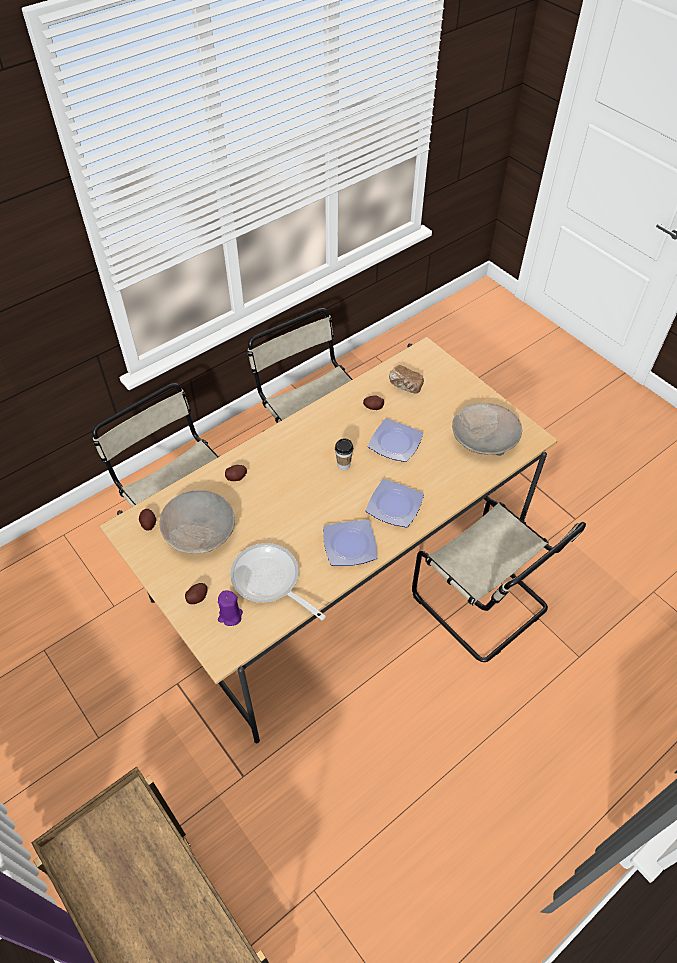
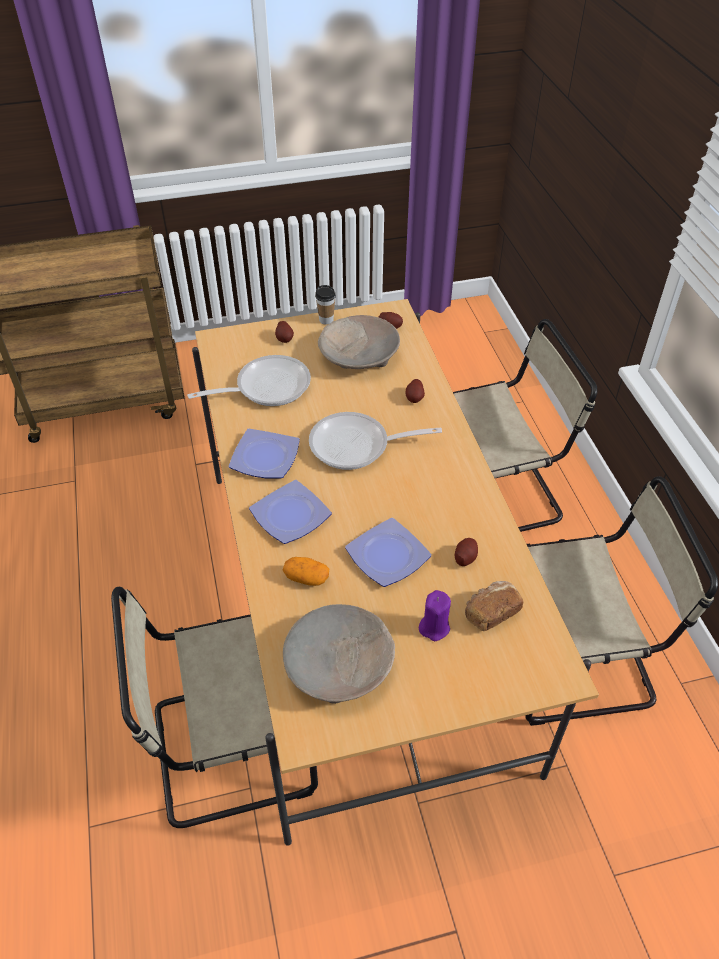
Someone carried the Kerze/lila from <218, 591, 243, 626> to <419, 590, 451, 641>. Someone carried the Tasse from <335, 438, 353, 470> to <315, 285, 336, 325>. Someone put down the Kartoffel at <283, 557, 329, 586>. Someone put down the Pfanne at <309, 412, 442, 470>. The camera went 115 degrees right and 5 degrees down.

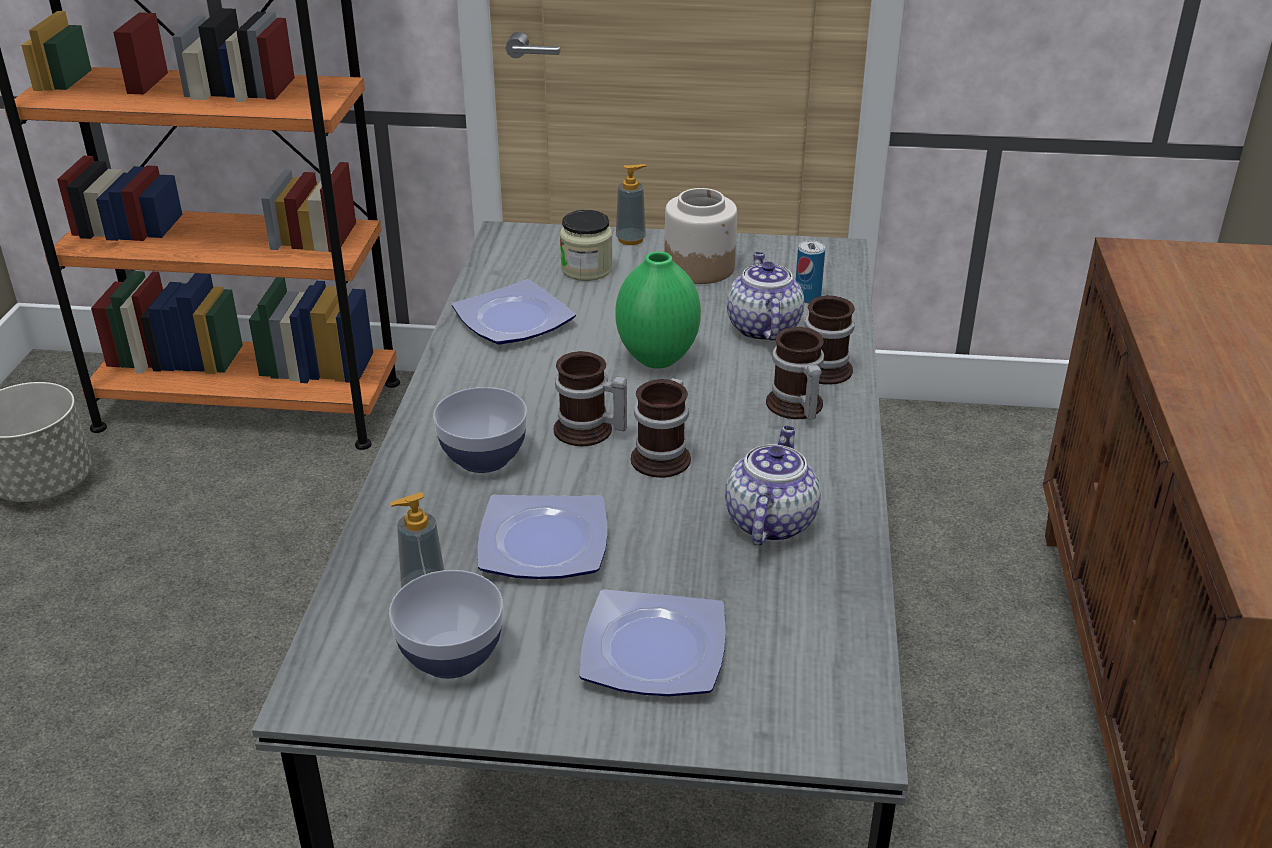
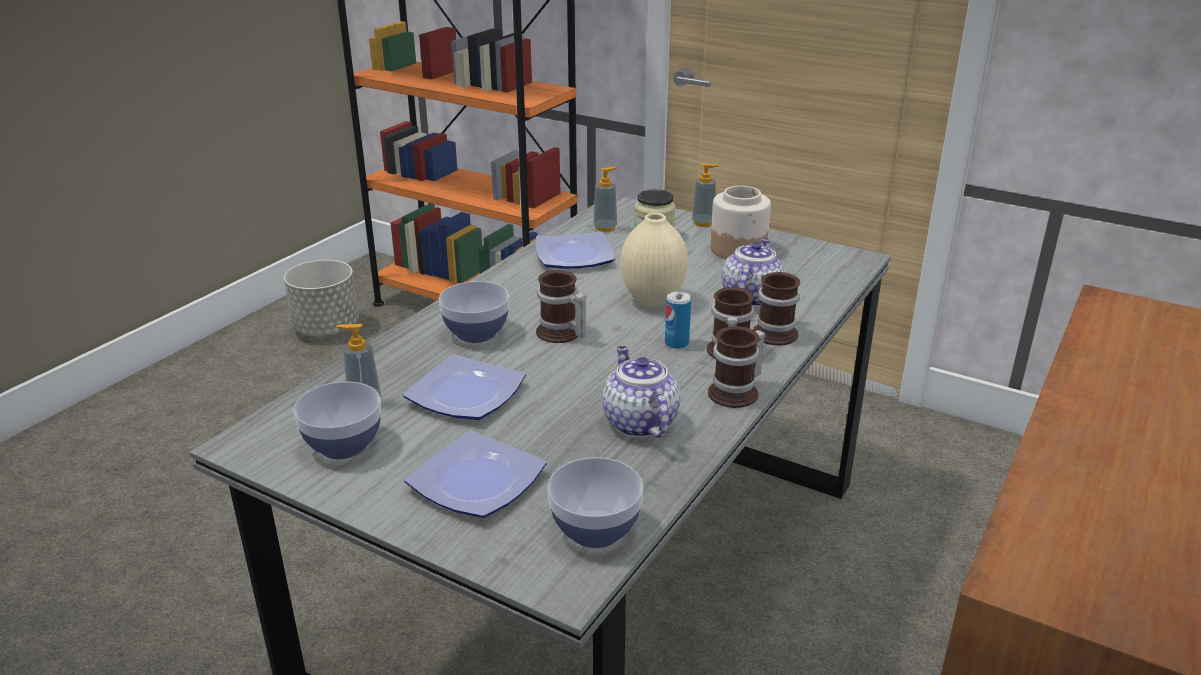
Someone repainted the Vase/grün at <615, 251, 701, 369>, which became the Vase/beige at <621, 213, 688, 307>. Someone carried the Henkelbecher from <631, 378, 691, 478> to <708, 326, 766, 408>. Someone rotated the Teekanne at <725, 426, 821, 545> by 60 degrees counterclockwise. Someone carried the Dose from <796, 240, 825, 303> to <665, 291, 691, 349>. Someone put down the Schüssel at <548, 457, 643, 548>. Someone put down the Seifenspender at <593, 167, 618, 232>. The camera went 25 degrees right and 5 degrees down.

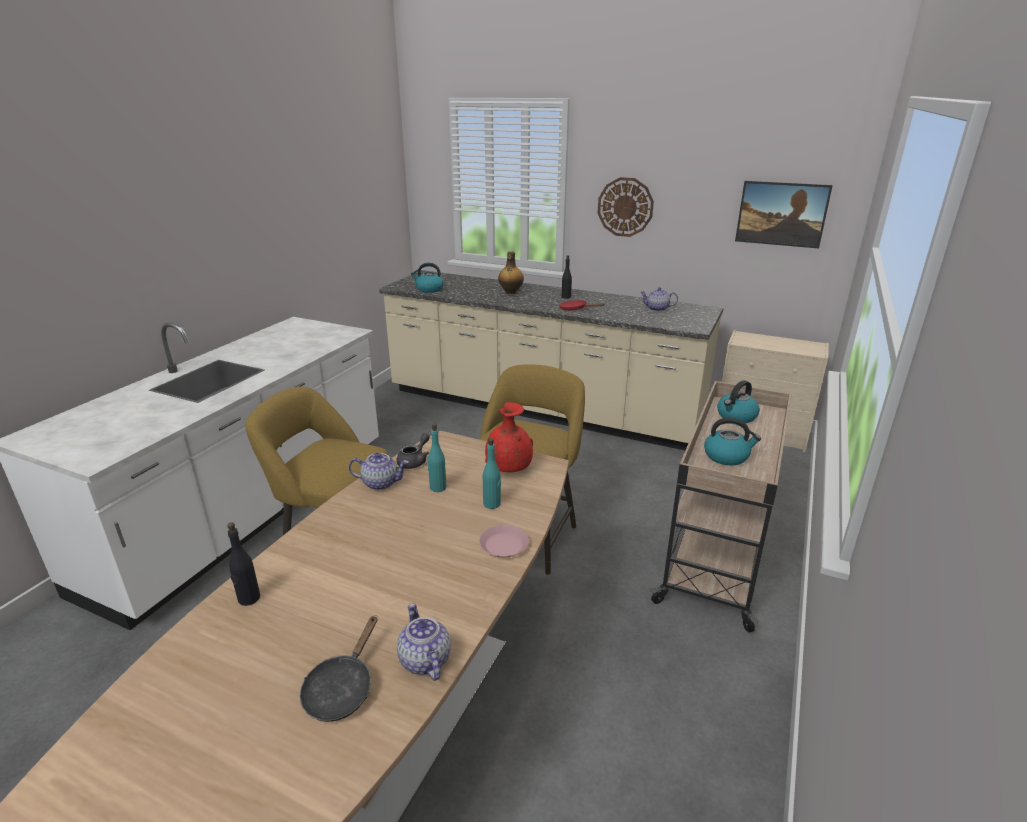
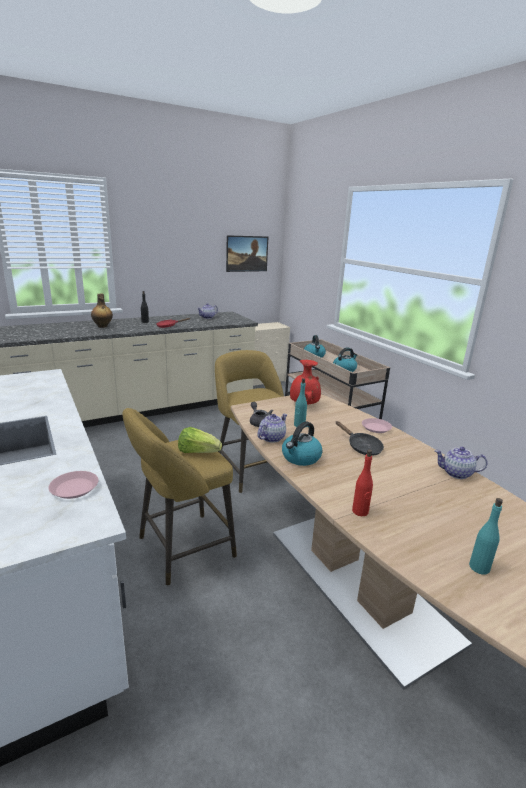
Someone repainted the Flasche/schwarz at <227, 522, 260, 606>, which became the Flasche/rot at <352, 449, 373, 516>. Someone carried the Pfanne/schwarz from <300, 615, 378, 722> to <336, 421, 384, 456>. Someone carried the Wasserkessel from <411, 263, 444, 293> to <282, 421, 323, 466>. Someone carried the Flasche/türkis from <483, 438, 501, 509> to <469, 498, 503, 575>. Someone took away the Wanduhr at <598, 177, 654, 237>. Someone put down the Teller/rosa at <49, 471, 99, 499>. Someone put down the Salatkopf at <178, 427, 222, 453>. The camera went 55 degrees left and 5 degrees down.

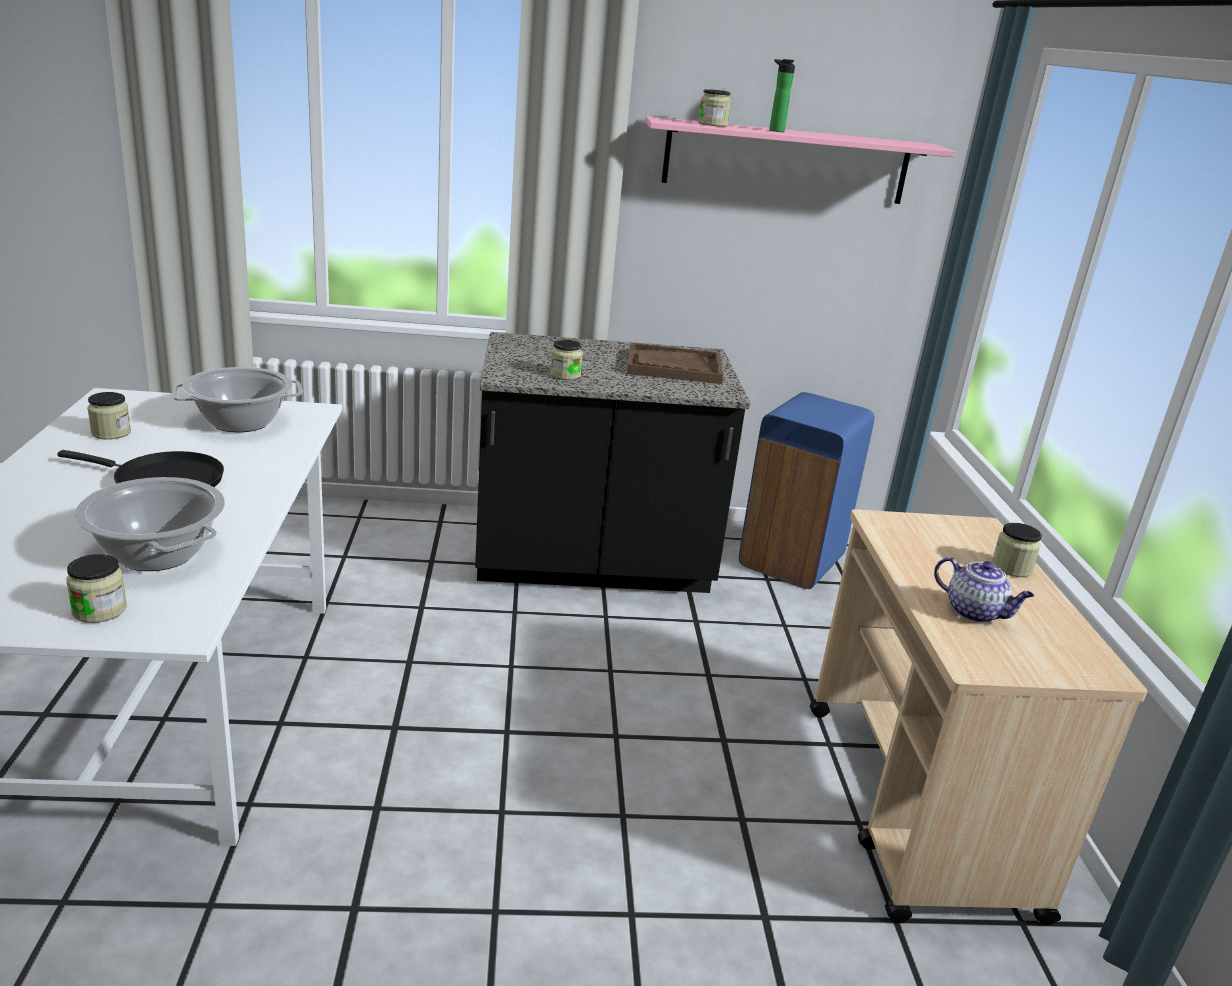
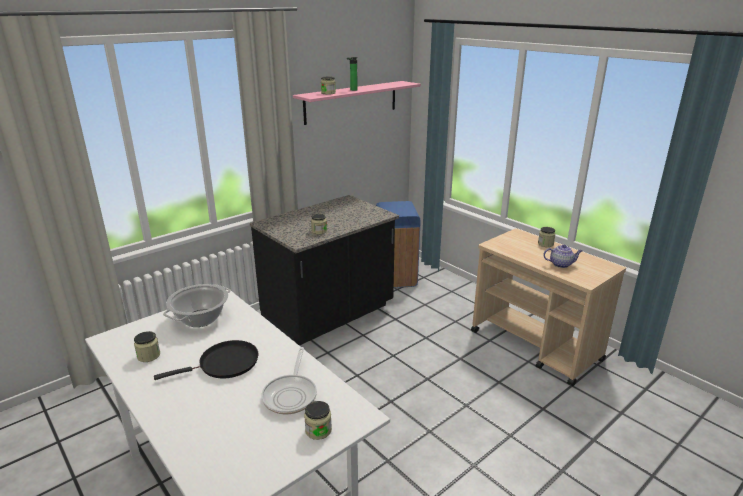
Someone swapped the Kochtopf at <74, 477, 225, 571> for the Pfanne at <261, 347, 317, 415>. Someone took away the Tablett/braun at <627, 343, 723, 384>. The camera went 35 degrees left and 0 degrees up.

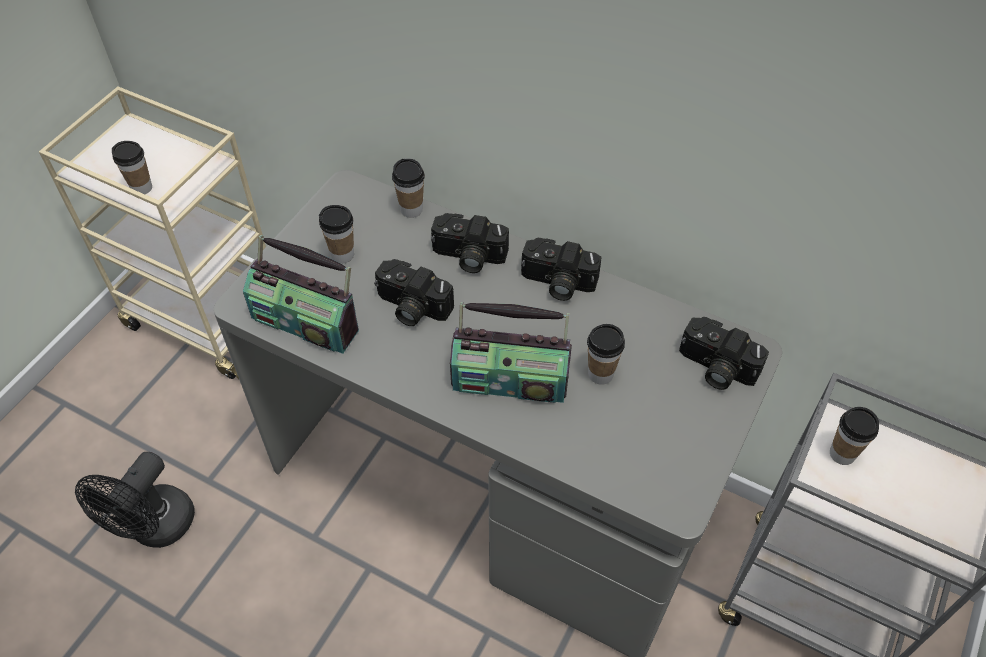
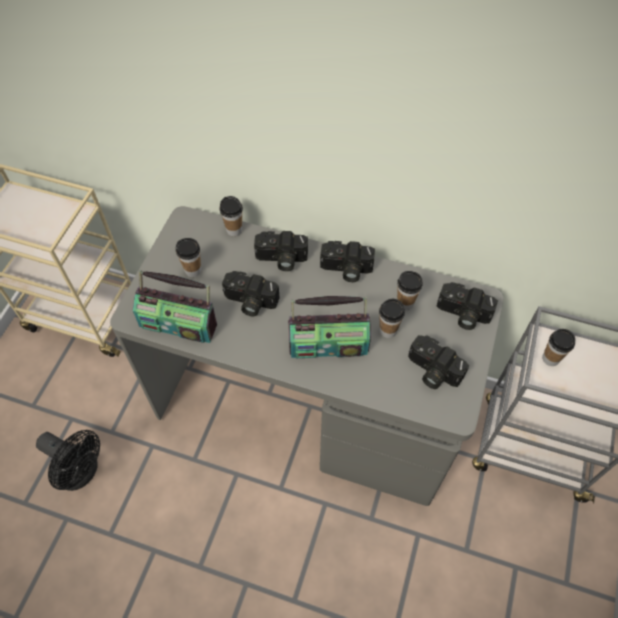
Someone rotated the Ventilator/schwarz at <75, 452, 195, 548> by 75 degrees counterclockwise. Someone carried the Tasse from <112, 141, 152, 194> to <397, 271, 423, 310>. Someone put down the Kamera at <408, 335, 469, 389>. The camera went 10 degrees left and 5 degrees up.

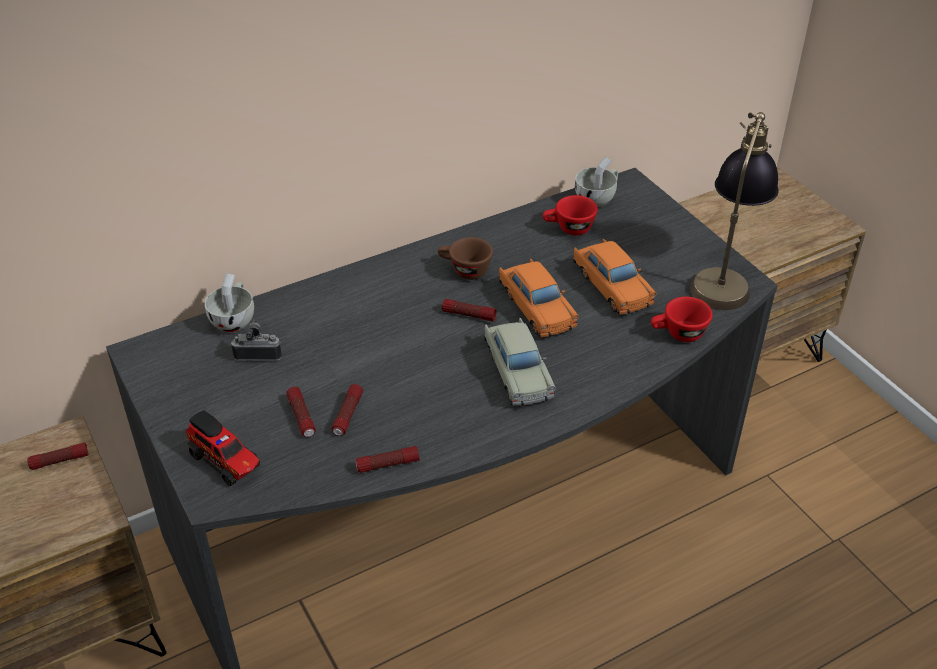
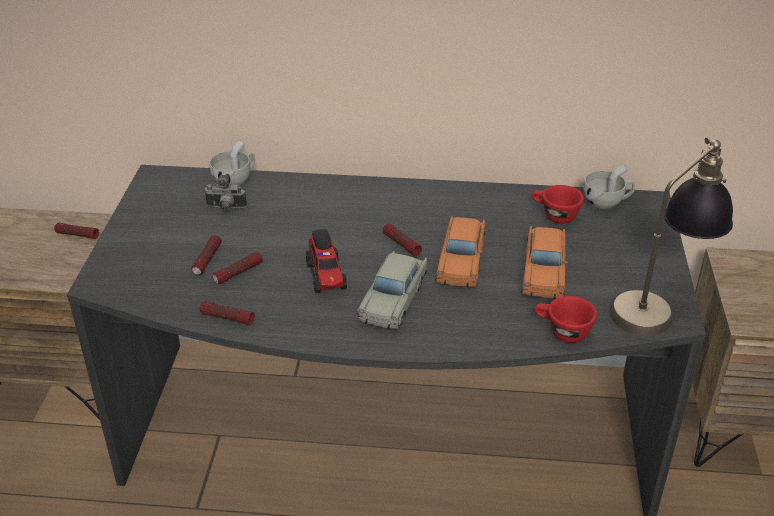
Someone carried the Spielzeuglaster from <186, 410, 260, 486> to <306, 229, 347, 293>. Someone rotated the Kamera at <231, 320, 282, 361> by 150 degrees clockwise. Someone took away the Tasse/braun at <438, 237, 493, 280>. The camera went 35 degrees right and 5 degrees down.

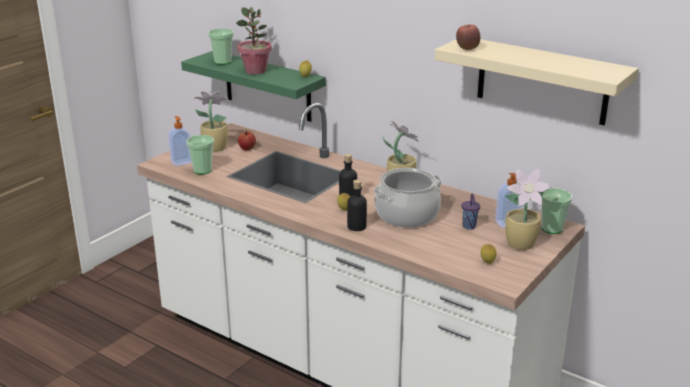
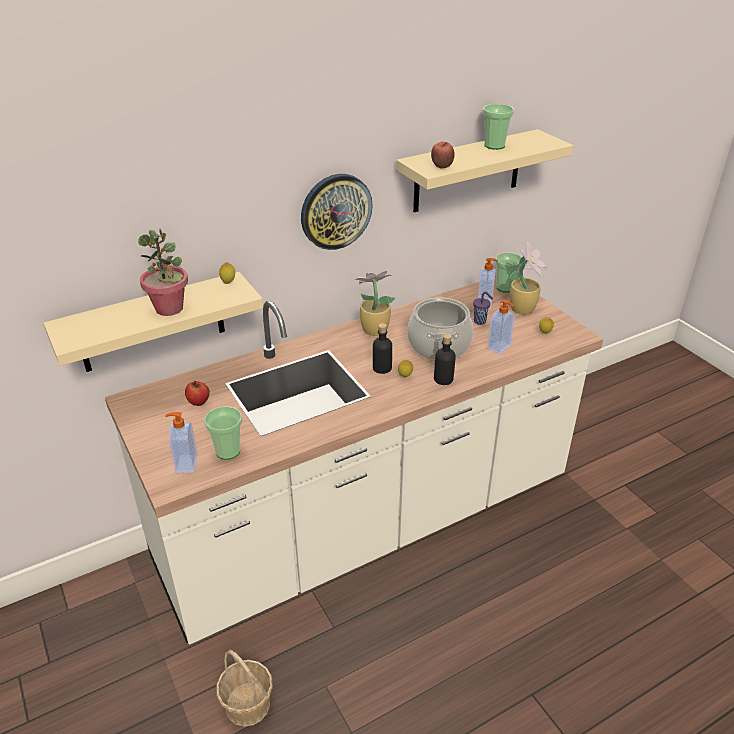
Someone repainted the Wandregal/grün at <181, 51, 326, 122>, which became the Wandregal/beige at <44, 272, 263, 372>. Someone took away the Topfpflanze at <194, 91, 229, 152>. Someone carried the Tasse from <208, 28, 234, 65> to <483, 104, 514, 150>. Someone put down the Korb at <216, 650, 273, 727>. Someone put up the Wanduhr at <301, 174, 373, 250>. Someone put down the Seifenspender at <487, 300, 515, 354>. The camera went 65 degrees left and 10 degrees up.

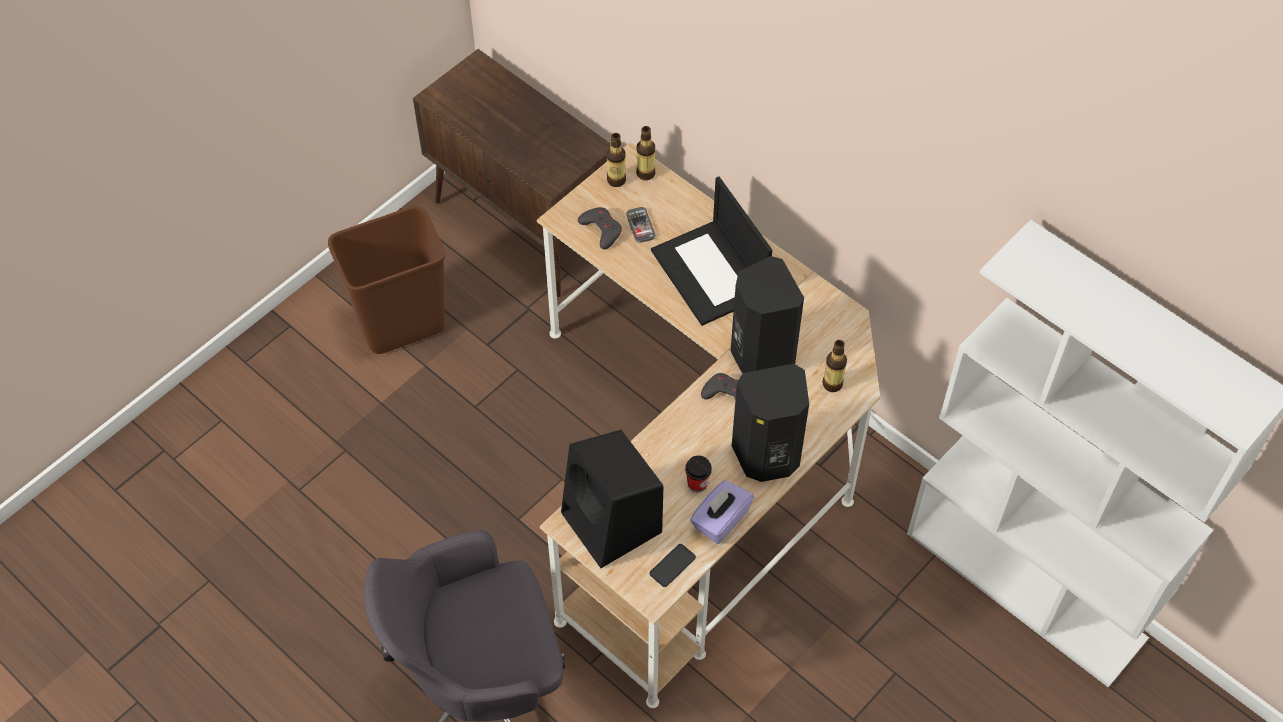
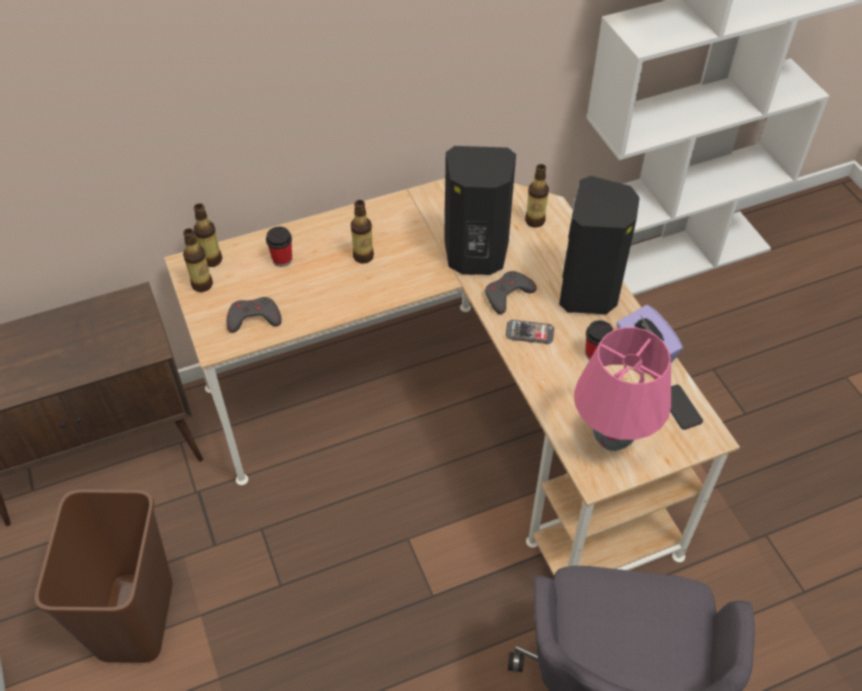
Someone swapped the Lautsprecher/schwarz at <561, 430, 663, 568> for the Tischlampe/rosa at <574, 327, 671, 451>. Someone carried the Handy from <626, 207, 656, 243> to <506, 320, 554, 344>. Someone swapped the Laptop at <651, 177, 772, 326> for the Flasche at <351, 200, 374, 264>. Someone put down the Tasse at <266, 227, 292, 267>. The camera went 65 degrees left and 5 degrees down.

